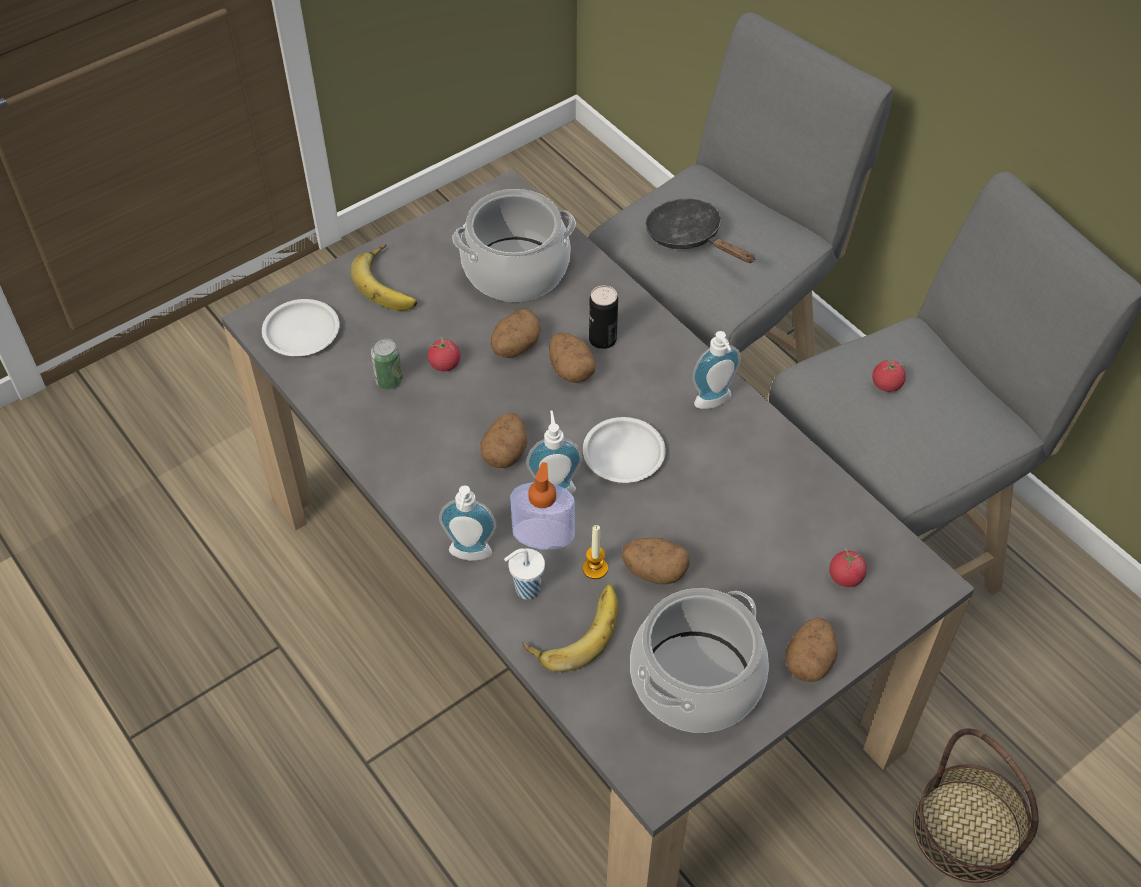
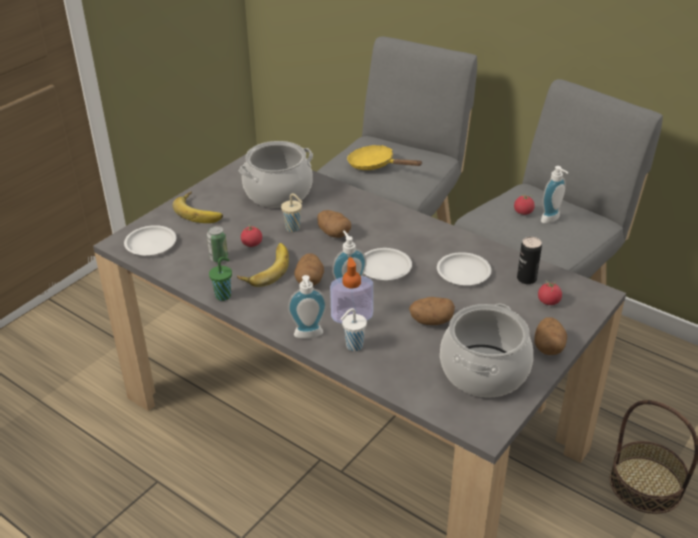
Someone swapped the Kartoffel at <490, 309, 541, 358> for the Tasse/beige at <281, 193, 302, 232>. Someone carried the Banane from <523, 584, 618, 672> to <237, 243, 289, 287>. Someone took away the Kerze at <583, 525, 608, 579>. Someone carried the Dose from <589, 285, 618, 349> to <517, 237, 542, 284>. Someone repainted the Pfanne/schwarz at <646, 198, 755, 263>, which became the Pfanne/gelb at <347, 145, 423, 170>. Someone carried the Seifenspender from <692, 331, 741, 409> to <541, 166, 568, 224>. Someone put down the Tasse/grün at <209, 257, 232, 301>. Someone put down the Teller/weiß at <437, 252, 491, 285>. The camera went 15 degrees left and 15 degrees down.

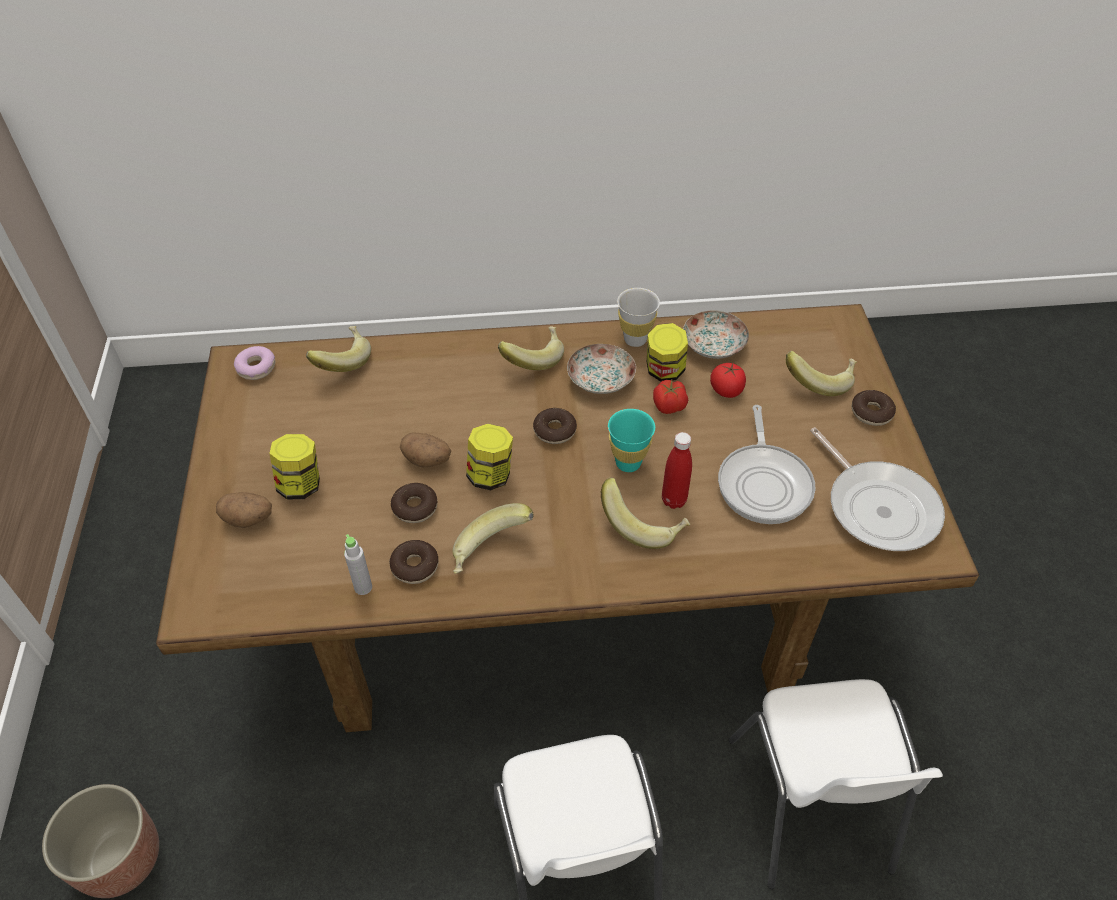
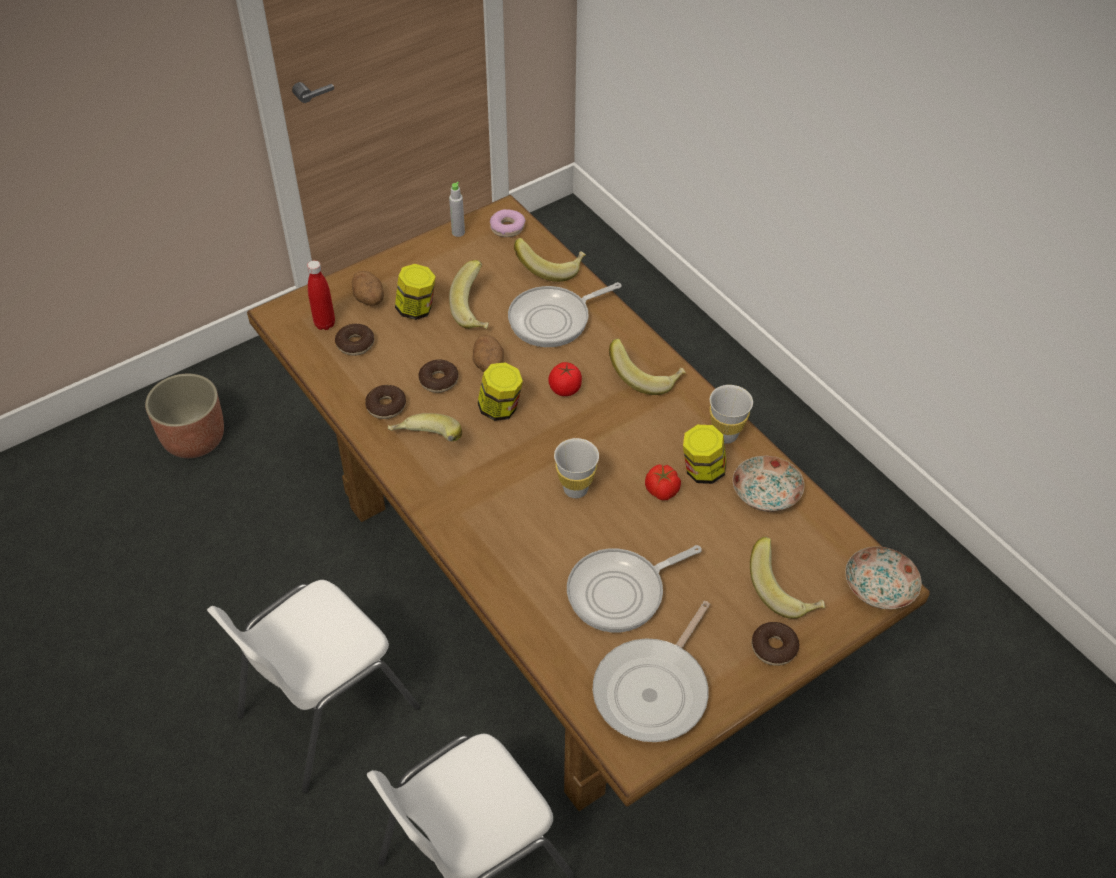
Someone carried the Flasche/grau from <344, 534, 372, 595> to <449, 182, 465, 237>. Someone carried the Donut from <533, 408, 577, 444> to <335, 324, 374, 356>. Someone carried the Teller from <567, 344, 636, 394> to <846, 546, 922, 609>. Someone carried the Banane from <601, 478, 690, 549> to <449, 260, 489, 329>. Someone repainted the Tasse/türkis at <608, 409, 655, 472>, which became the Tasse/weiß at <554, 438, 599, 498>. Someone carried the Flasche/rot from <662, 432, 692, 509> to <307, 260, 335, 330>. Someone carried the Tomate from <710, 363, 746, 398> to <548, 362, 582, 396>. Someone put down the Pfanne at <508, 282, 622, 347>. The camera went 60 degrees right and 0 degrees up.

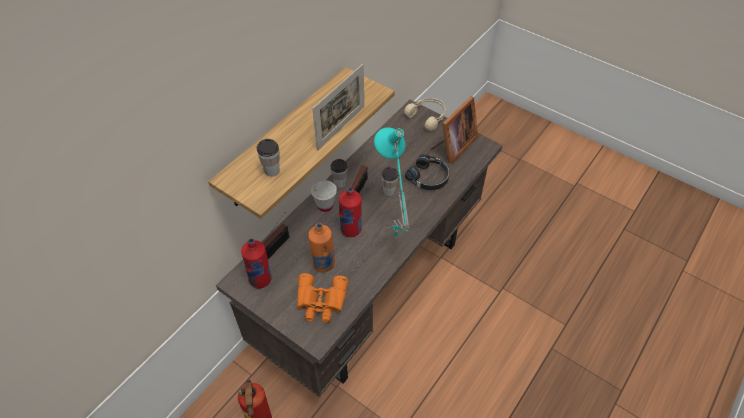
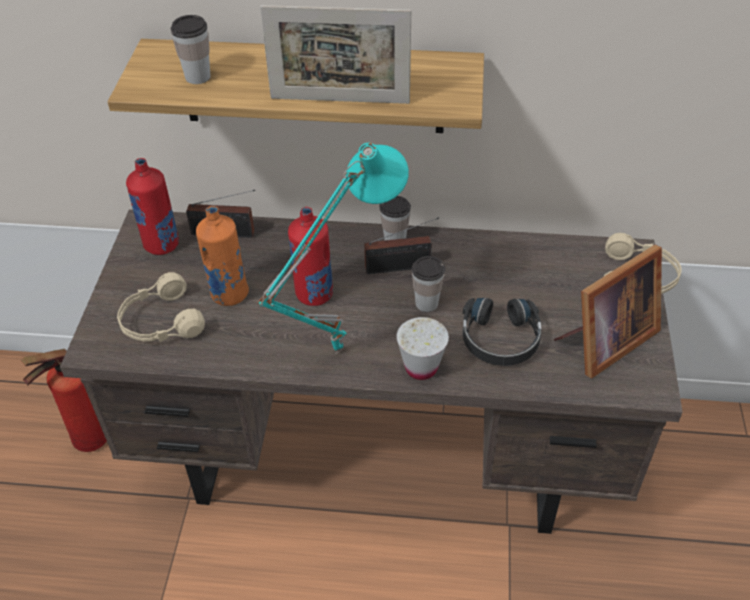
Someone swapped the Fernglas/orange at <297, 273, 348, 323> for the Kopfhörer/beige at <117, 272, 205, 343>. Someone carried the Tasse/weiß from <311, 180, 337, 212> to <397, 317, 449, 380>. Someone rotated the Bilderrahmen at <431, 96, 478, 164> by 45 degrees counterclockwise. The camera went 60 degrees right and 5 degrees down.

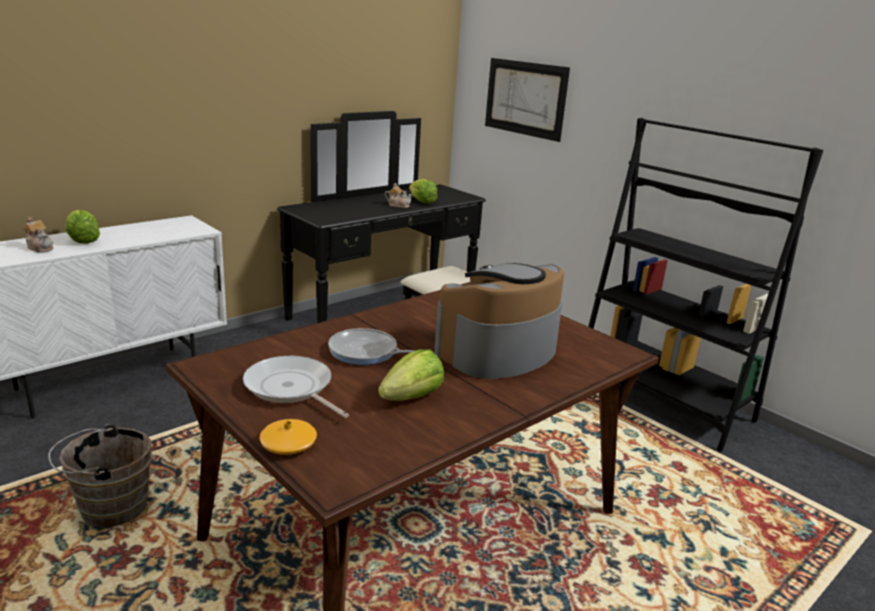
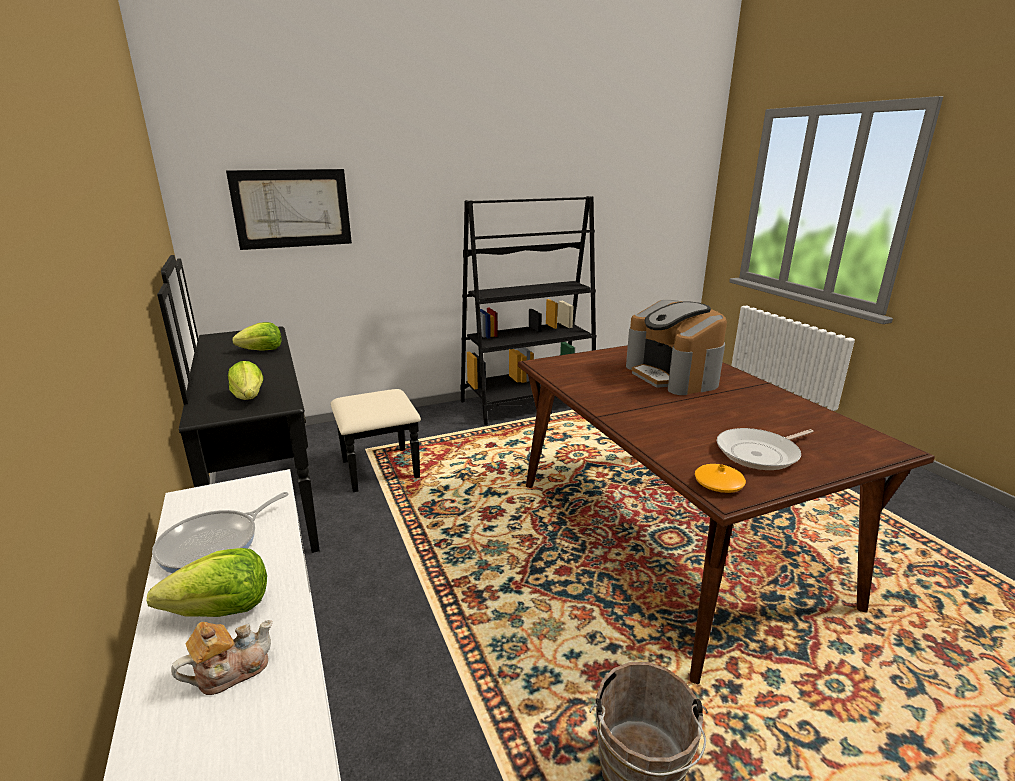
Someone carried the Vase/orange from <260, 419, 317, 455> to <695, 464, 746, 493>. Someone carried the Pfanne from <328, 328, 416, 365> to <152, 492, 289, 573>. Someone carried the Salatkopf from <378, 349, 444, 401> to <228, 361, 263, 400>. Someone took away the Teekanne at <385, 183, 412, 208>. The camera went 70 degrees left and 0 degrees up.

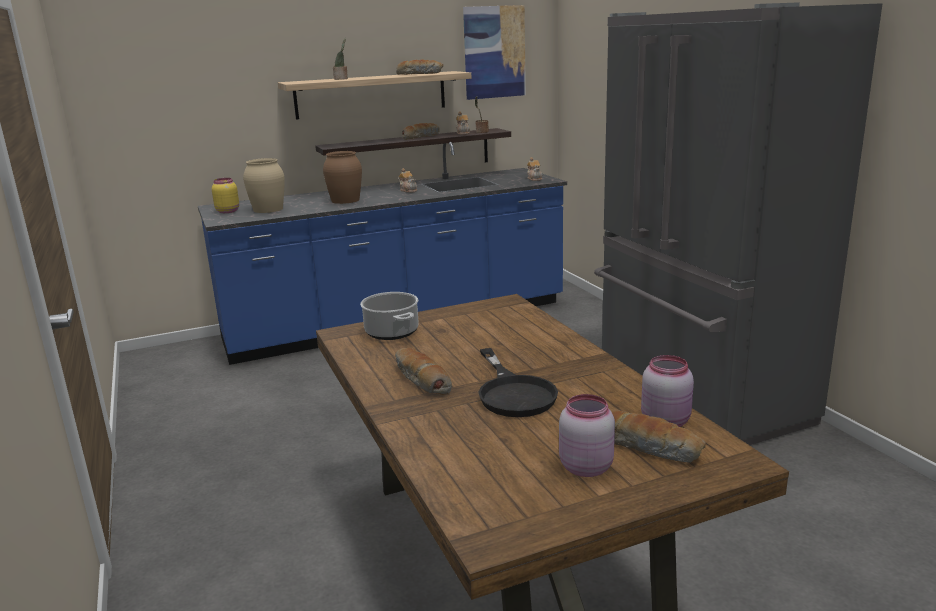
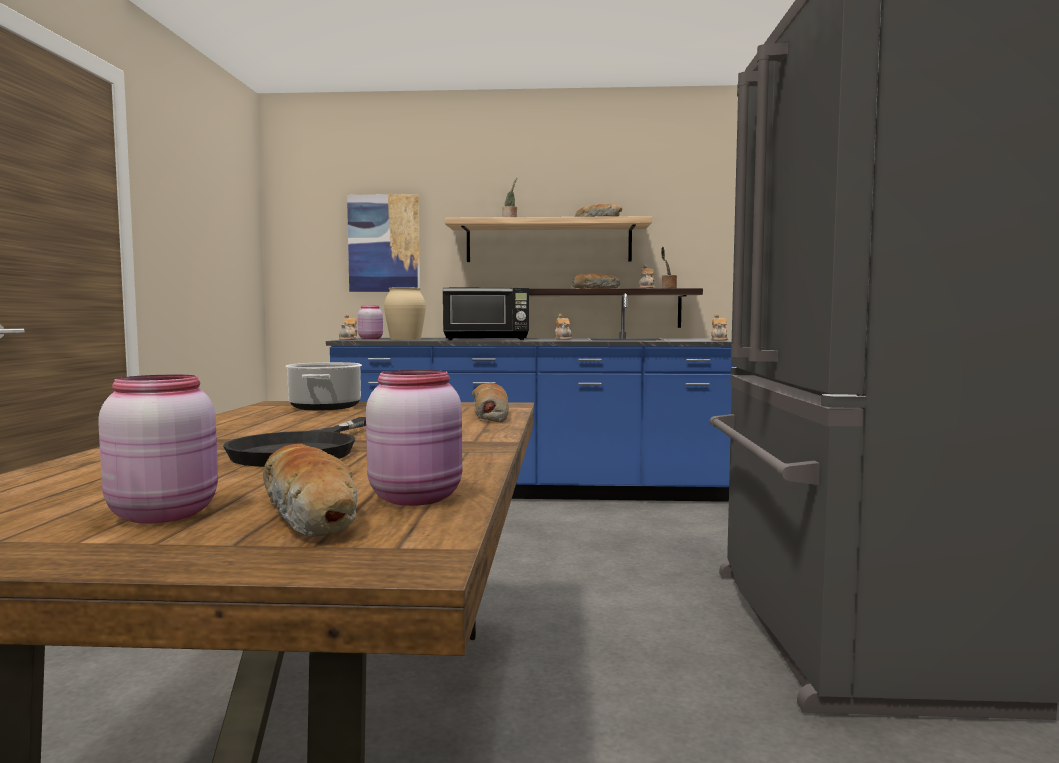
Someone repainted the Vorratsglas/gelb at <212, 178, 239, 213>, which became the Vorratsglas/rosa at <358, 305, 383, 339>. Someone swapped the Vase/braun at <323, 151, 362, 204> for the Mikrowelle/schwarz at <443, 287, 529, 340>. Someone carried the Brot from <395, 348, 452, 395> to <472, 383, 509, 422>. Someone carried the Bild from <463, 5, 526, 100> to <347, 194, 420, 292>. Someone put down the Teekanne at <339, 314, 358, 340>. The camera went 25 degrees right and 15 degrees down.

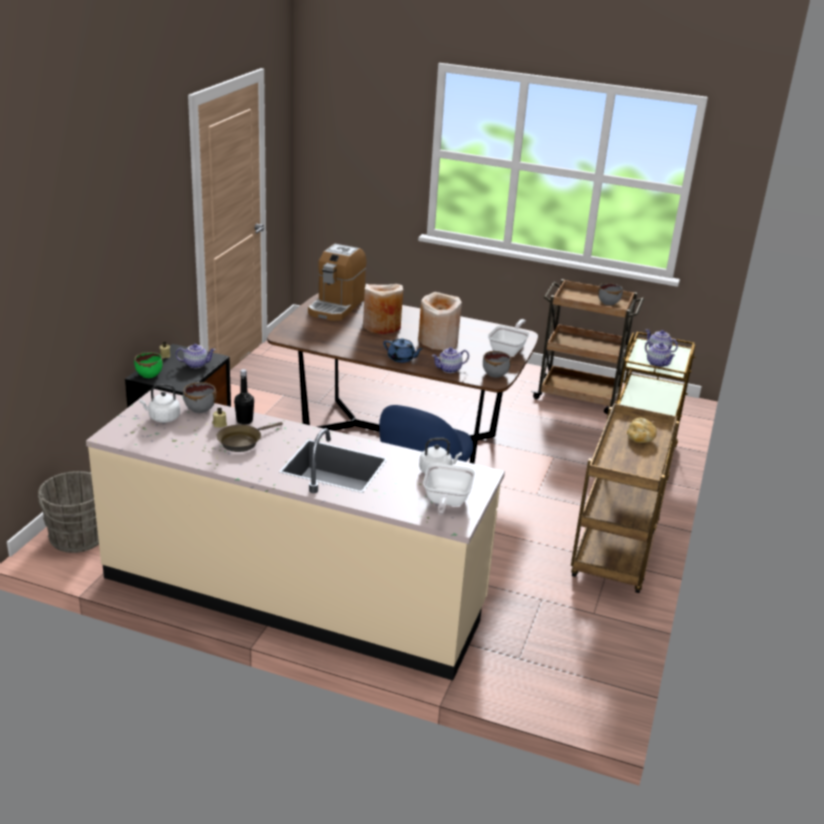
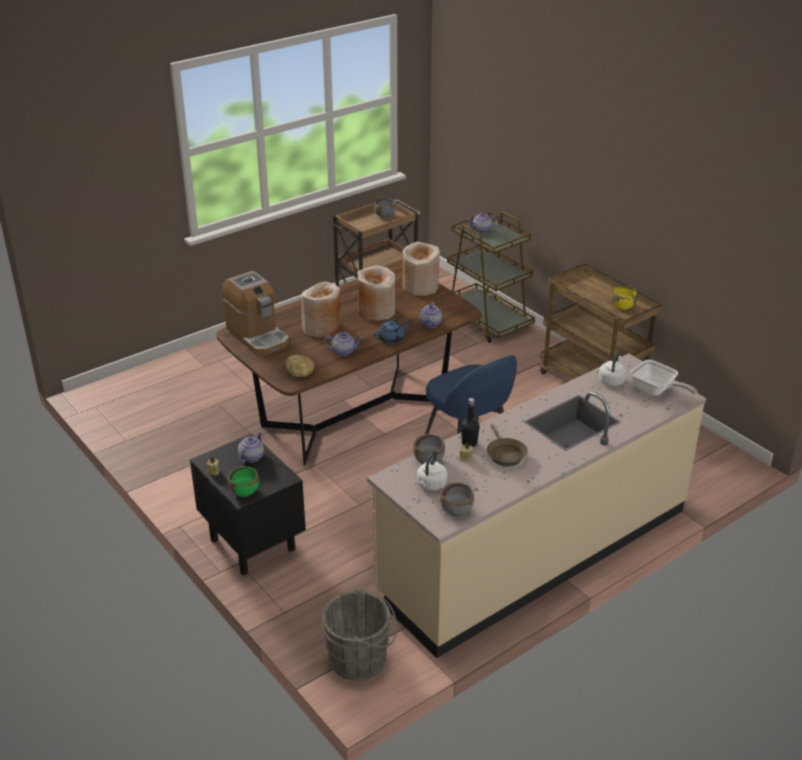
Someone carried the Schüssel/grau from <483, 351, 511, 378> to <440, 483, 474, 517>. Someone swapped the Pfanne at <488, 319, 530, 356> for the Vase/beige at <402, 241, 440, 296>. Someone carried the Brot from <627, 417, 657, 443> to <286, 355, 314, 377>. Someone carried the Teekanne from <645, 341, 675, 367> to <324, 332, 363, 356>. Someone put down the Schüssel/gelb at <612, 286, 637, 310>. The camera went 55 degrees left and 5 degrees up.

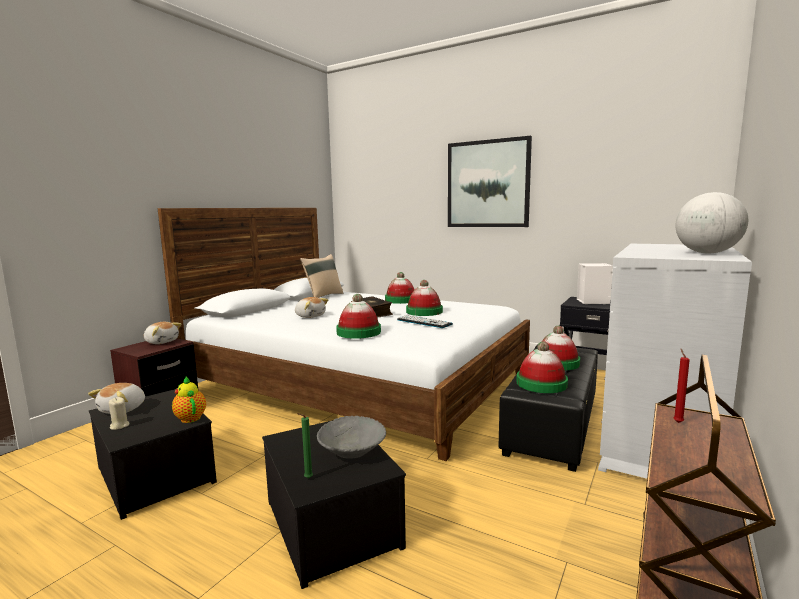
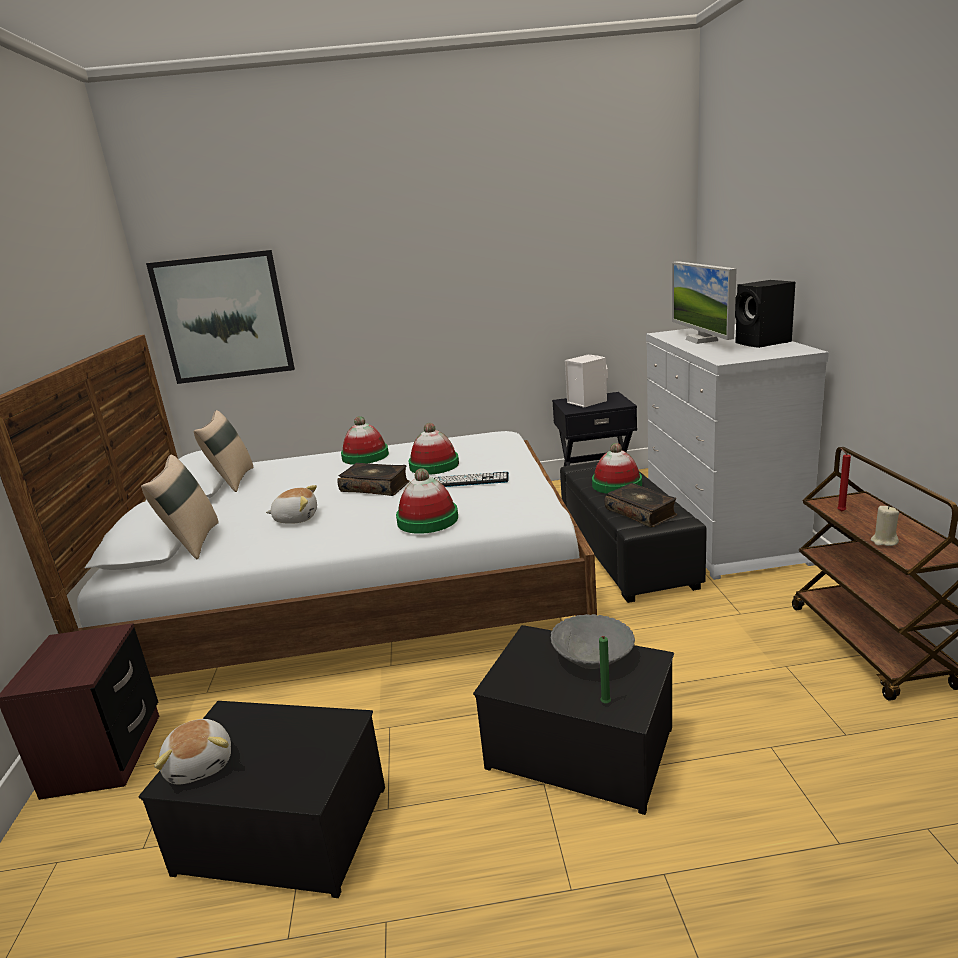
Someone carried the Kerze/beige from <109, 397, 129, 430> to <871, 506, 899, 546>. Someone took away the Plüschtier at <144, 322, 181, 344>. Someone took away the Teekanne at <172, 376, 206, 423>. Someone carried the Bild from <448, 136, 532, 227> to <146, 250, 295, 384>. Someone swapped the Hut at <516, 342, 568, 393> for the Buch at <605, 483, 677, 528>. Someone swapped the Globus at <675, 192, 748, 253> for the Lautsprecher/schwarz at <735, 280, 795, 348>. Someone put down the Kissen/beige at <141, 455, 219, 559>. Someone put down the Monitor at <672, 261, 737, 344>. The camera went 35 degrees left and 10 degrees up.

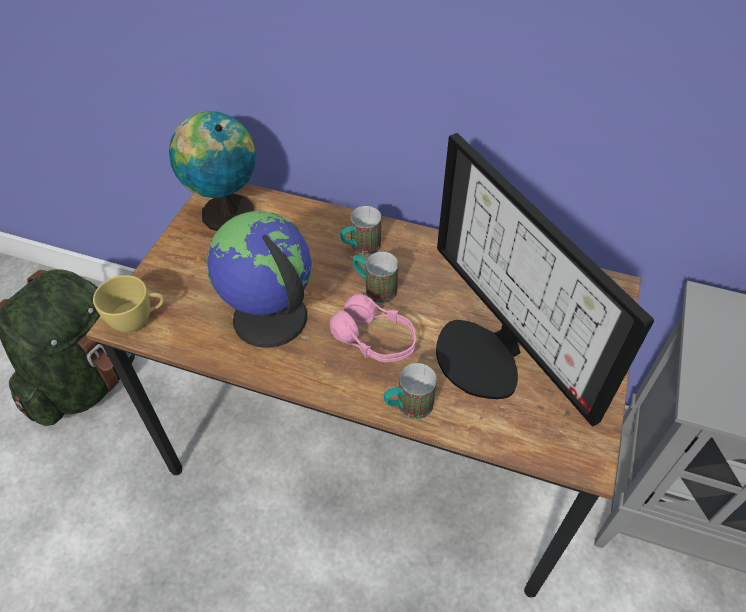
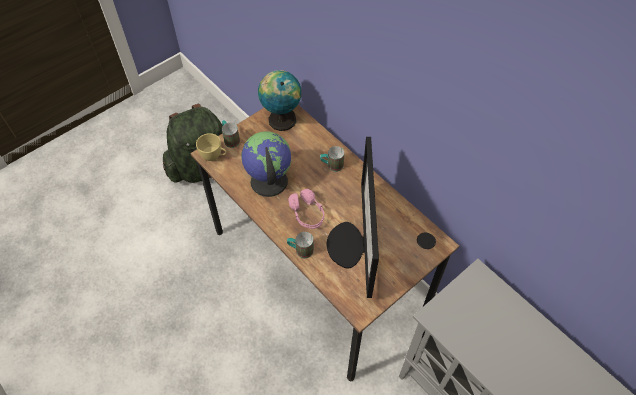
Someone carried the Henkelbecher from <353, 252, 398, 303> to <222, 120, 240, 148>. The camera went 30 degrees right and 5 degrees up.

